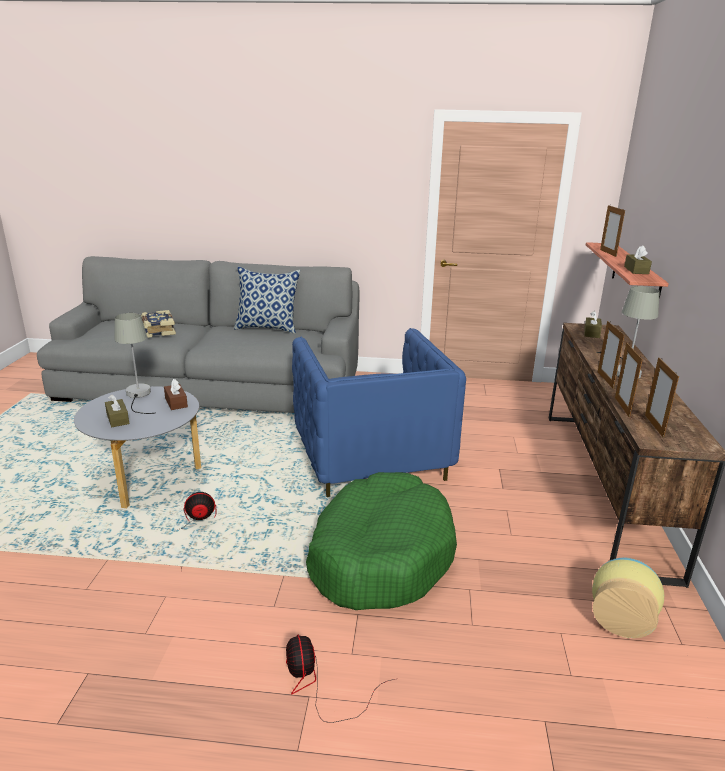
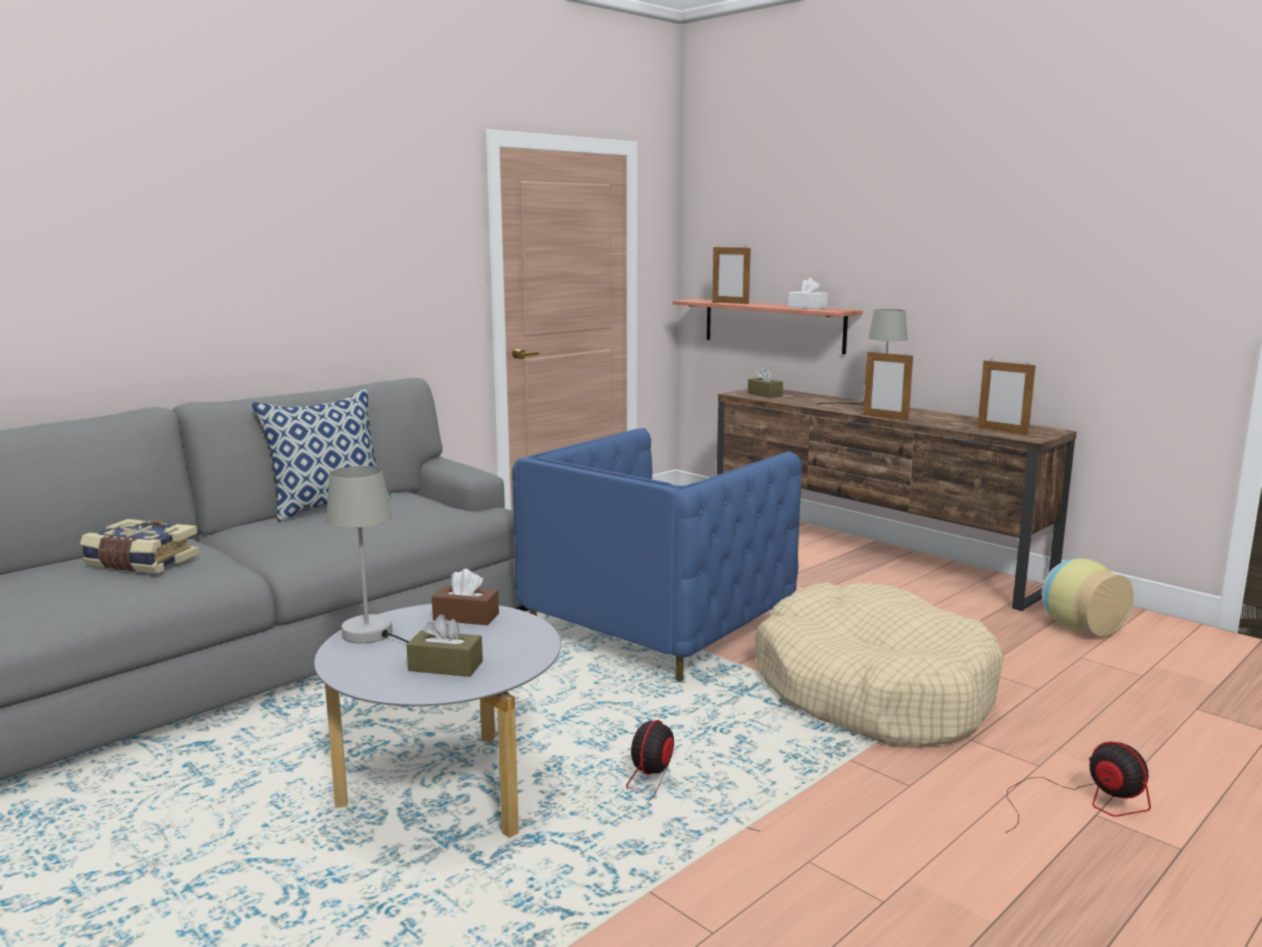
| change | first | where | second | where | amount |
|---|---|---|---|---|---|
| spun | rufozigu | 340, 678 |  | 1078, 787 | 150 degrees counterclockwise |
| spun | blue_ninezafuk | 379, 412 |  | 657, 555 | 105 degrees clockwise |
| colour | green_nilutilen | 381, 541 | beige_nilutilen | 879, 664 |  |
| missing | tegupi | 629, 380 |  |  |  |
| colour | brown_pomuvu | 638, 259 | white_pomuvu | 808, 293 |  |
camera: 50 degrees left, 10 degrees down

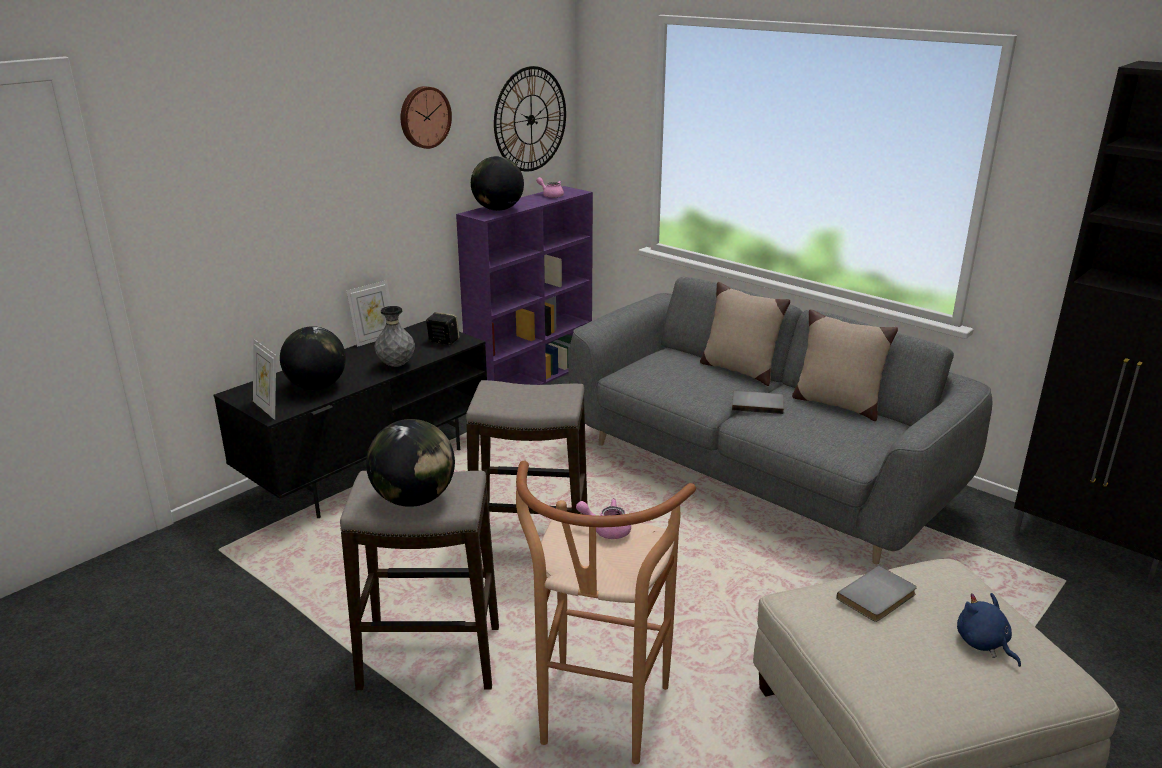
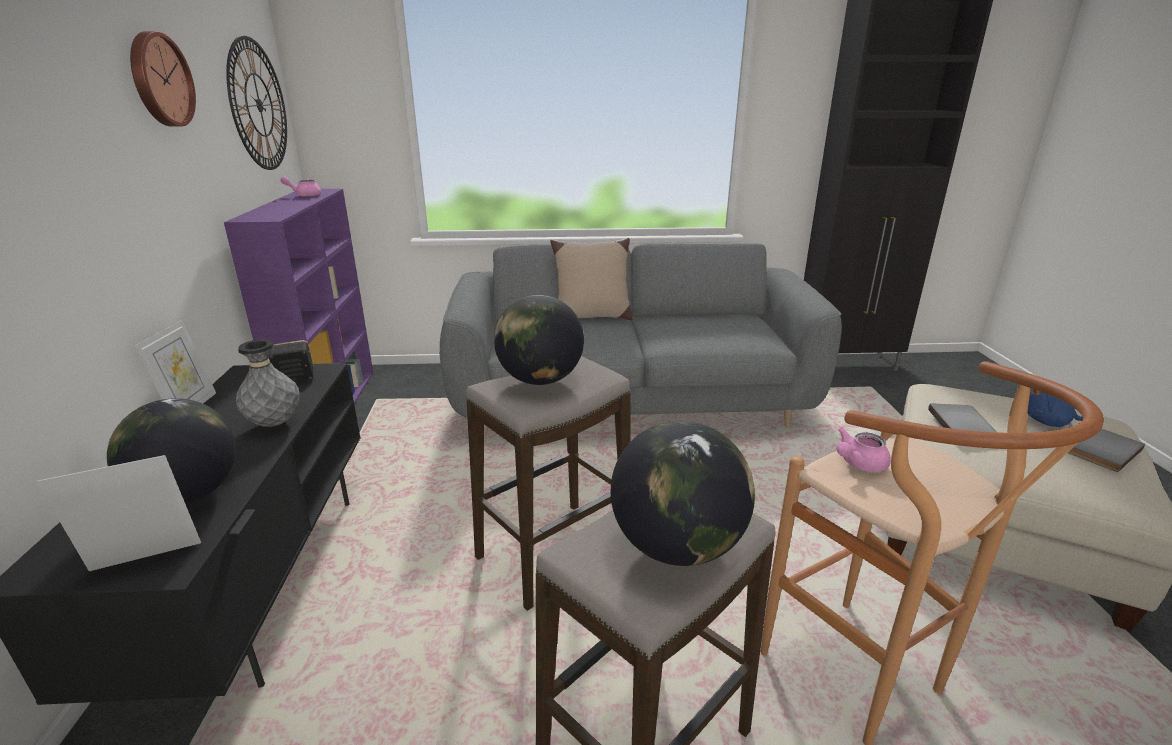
| change | first | where | second | where | amount |
|---|---|---|---|---|---|
| spun | tegupi | 264, 379 |  | 118, 513 | 150 degrees clockwise |
| relocated | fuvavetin | 497, 183 |  | 539, 340 |  |
| relocated | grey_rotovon | 758, 402 |  | 1106, 450 |  |
| missing | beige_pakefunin | 845, 365 |  |  |  |
camera: 45 degrees left, 0 degrees up

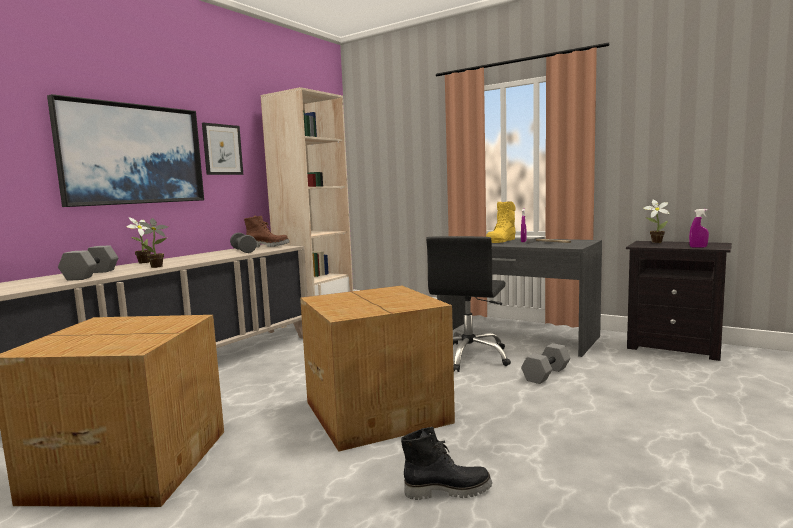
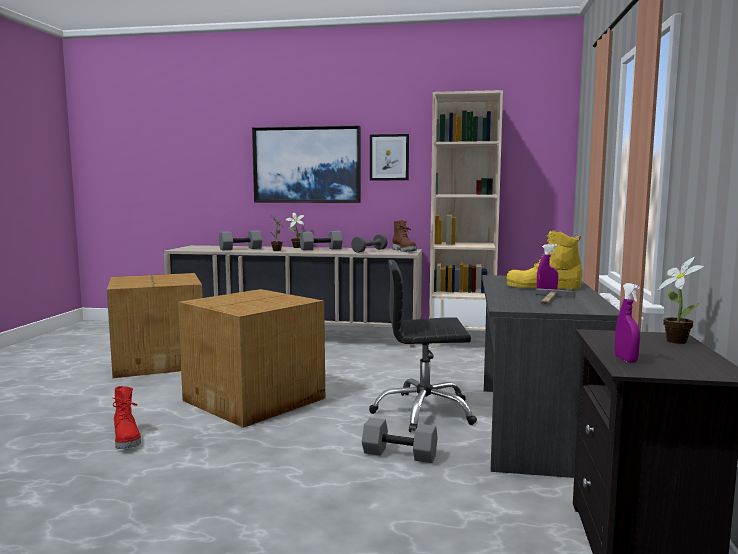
| change | first | where | second | where | amount |
|---|---|---|---|---|---|
| colour | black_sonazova | 446, 463 | red_sonazova | 127, 417 |  |
| appeared |  |  | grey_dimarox | 321, 240 |  |
camera: 65 degrees right, 0 degrees up

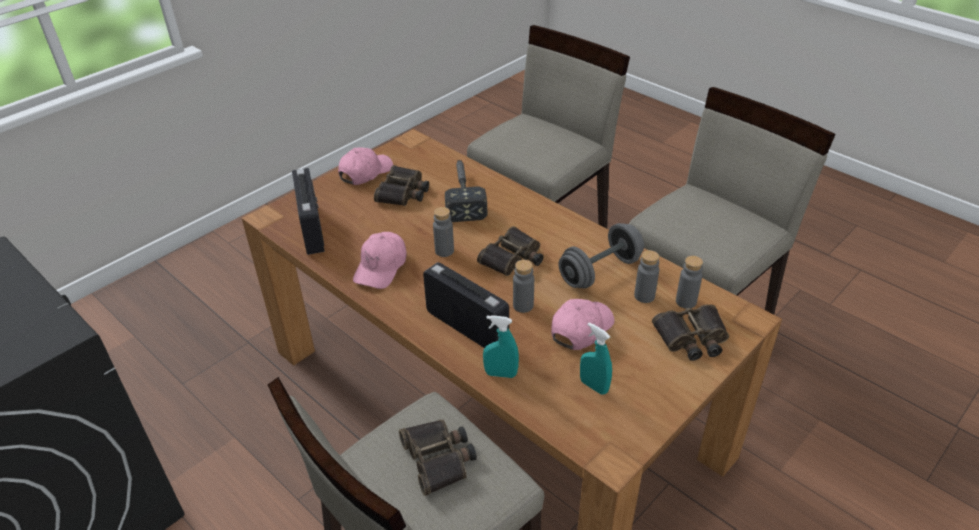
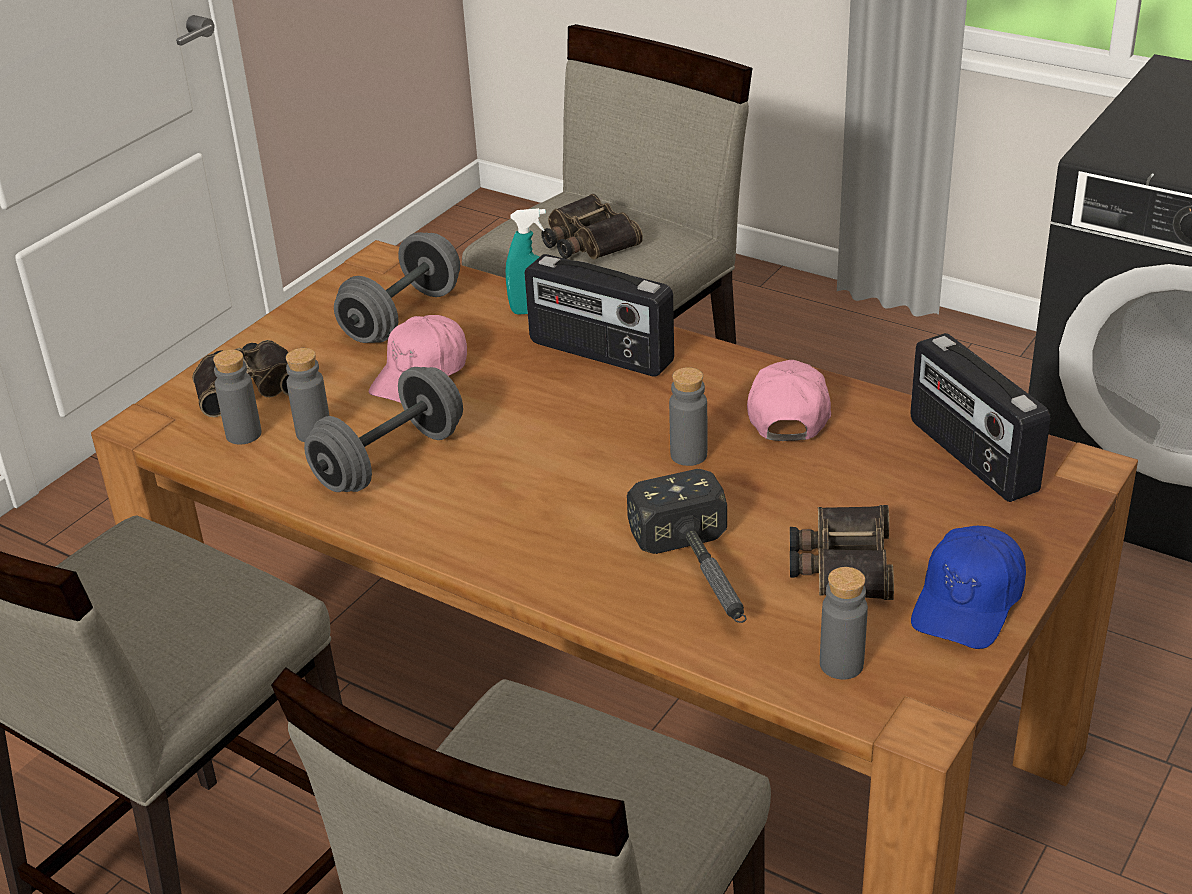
| change | first | where | second | where | amount |
|---|---|---|---|---|---|
| colour | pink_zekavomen | 365, 166 | blue_zekavomen | 968, 587 |  |
| missing | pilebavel | 510, 251 |  |  |  |
| relocated | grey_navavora | 523, 286 |  | 844, 623 |  |
| exchanged | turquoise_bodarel | 596, 358 | grey_dimarox | 397, 287 |  |
camera: 170 degrees right, 5 degrees down

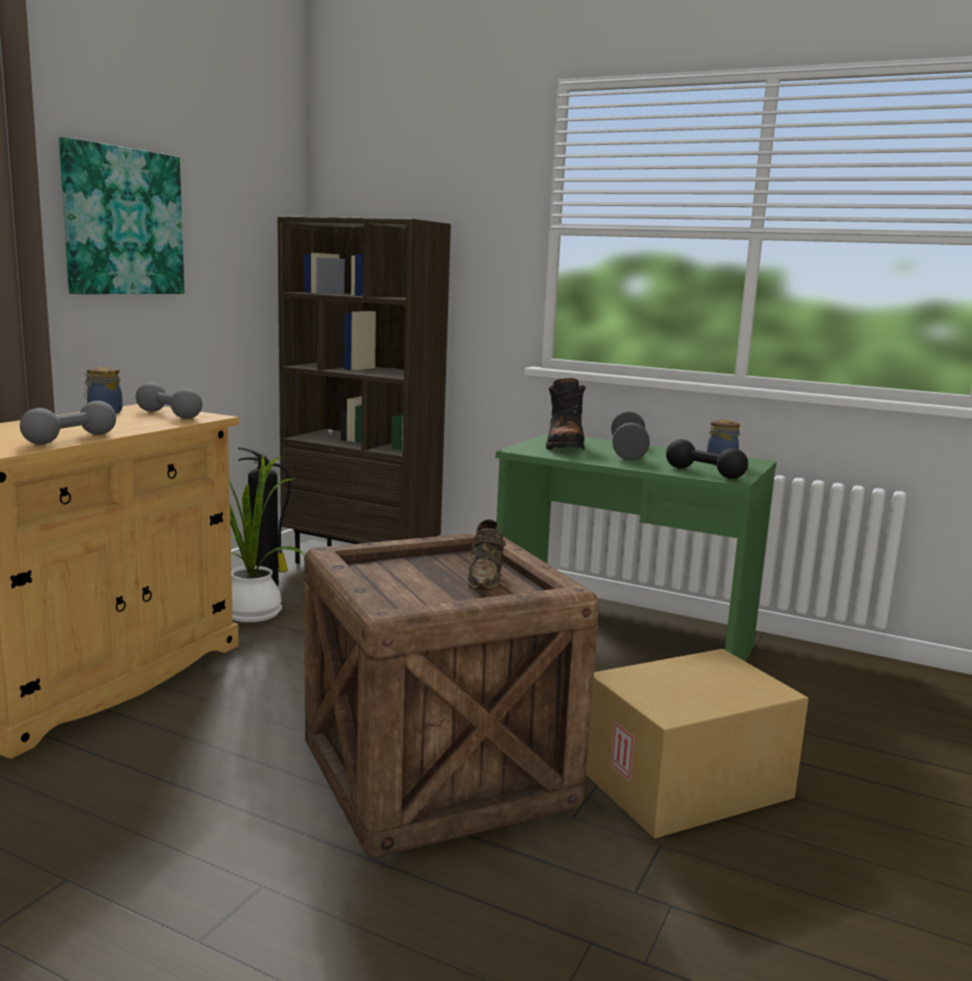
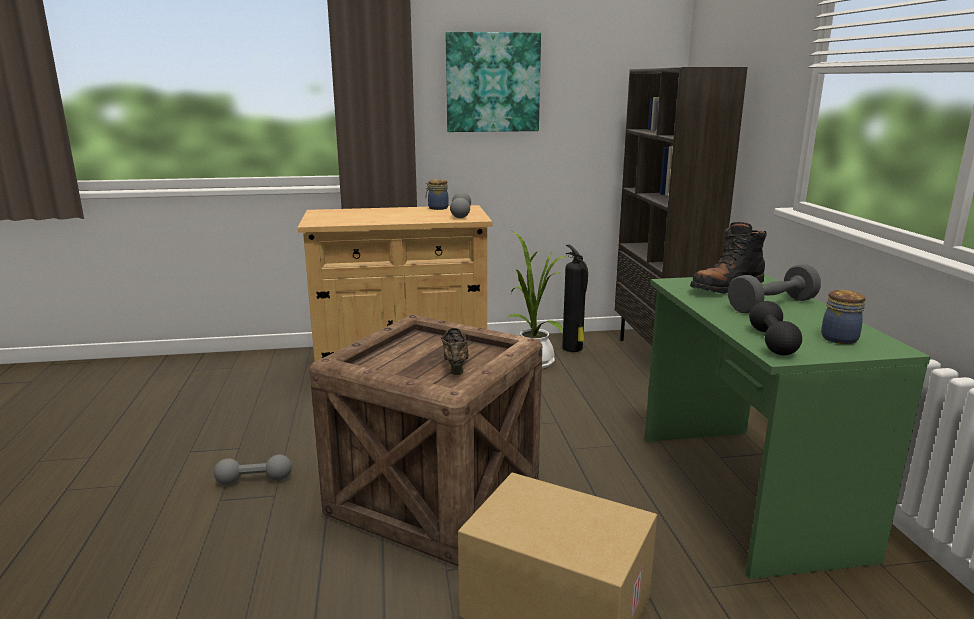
| change | first | where | second | where | amount |
|---|---|---|---|---|---|
| relocated | grey_dimarox | 68, 422 |  | 253, 470 |  |
| spun | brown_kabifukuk | 486, 554 |  | 455, 351 | 120 degrees clockwise |
camera: 55 degrees right, 5 degrees up

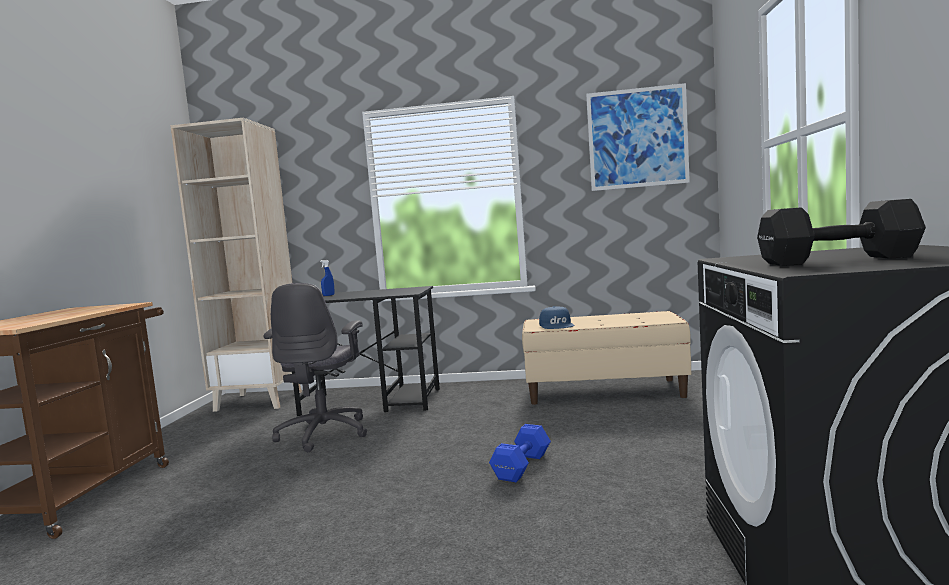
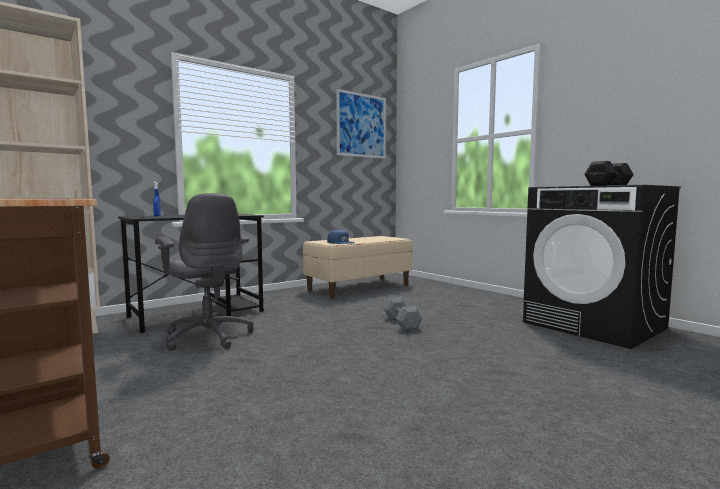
| change | first | where | second | where | amount |
|---|---|---|---|---|---|
| colour | blue_dimarox | 520, 453 | grey_dimarox | 402, 314 |  |
camera: 45 degrees left, 0 degrees up

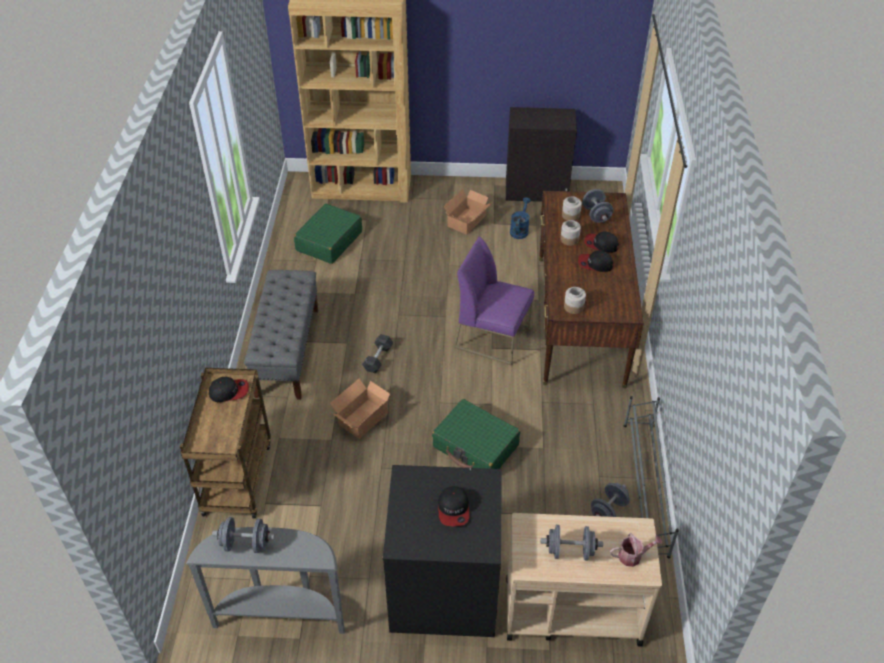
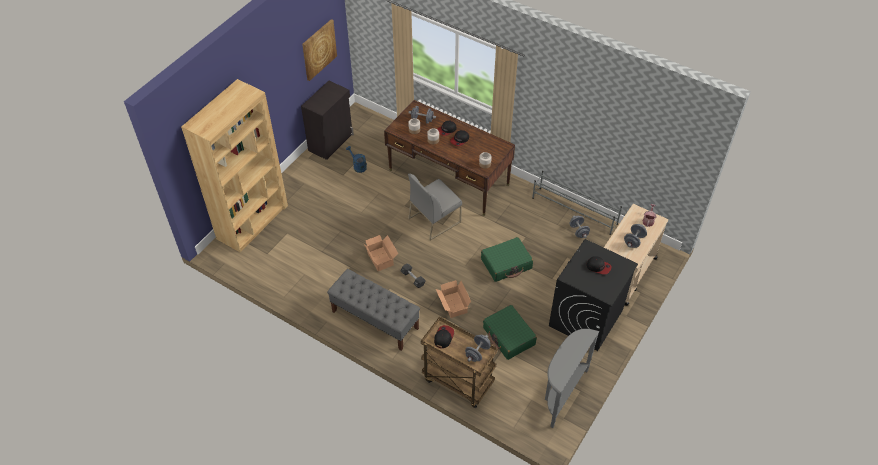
| change | first | where | second | where | amount |
|---|---|---|---|---|---|
| relocated | grey_dimarox | 243, 535 |  | 478, 348 |  |
| relocated | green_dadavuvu | 328, 234 |  | 510, 332 |  |
| relocated | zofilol | 467, 212 |  | 380, 253 |  |
| colour | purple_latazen | 494, 301 | grey_latazen | 435, 207 |  |
| appeared |  |  | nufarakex | 319, 50 |  |
camera: 60 degrees left, 5 degrees up

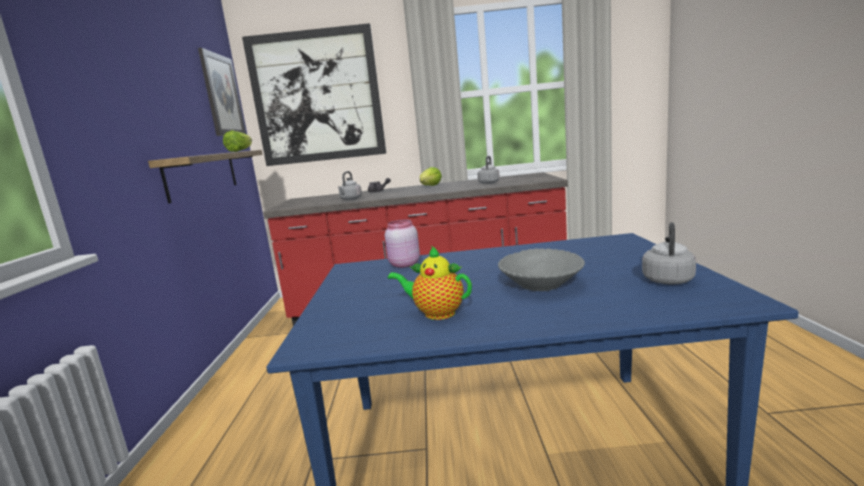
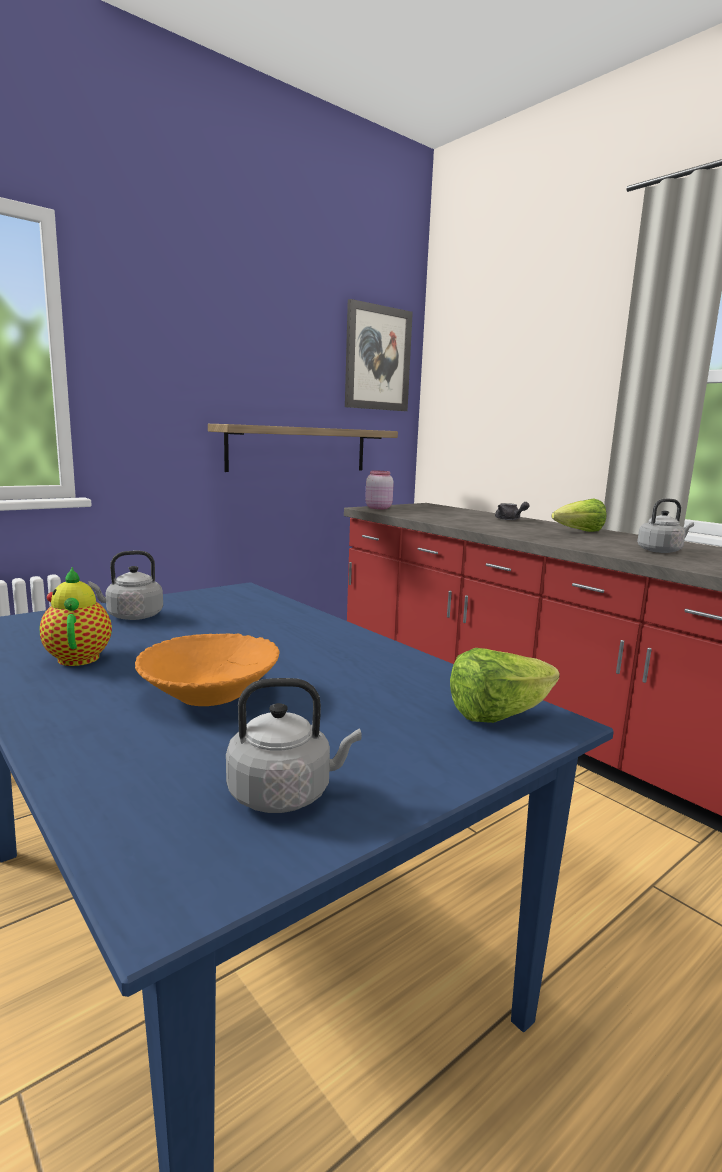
| change | first | where | second | where | amount |
|---|---|---|---|---|---|
| relocated | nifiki | 237, 141 |  | 505, 685 |  |
| missing | nufarakex | 314, 94 |  |  |  |
| relocated | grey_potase | 350, 185 |  | 125, 585 |  |
| relocated | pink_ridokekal | 402, 243 |  | 379, 490 |  |
| colour | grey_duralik | 541, 269 | orange_duralik | 207, 669 |  |
camera: 50 degrees right, 0 degrees up

